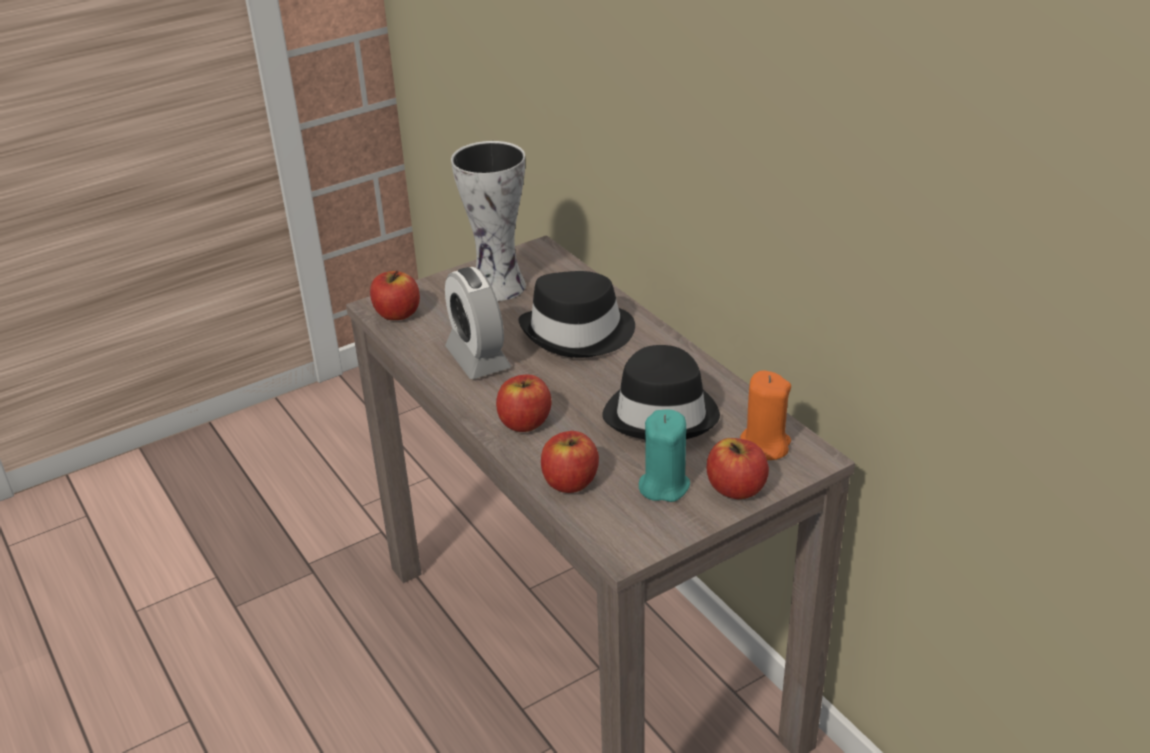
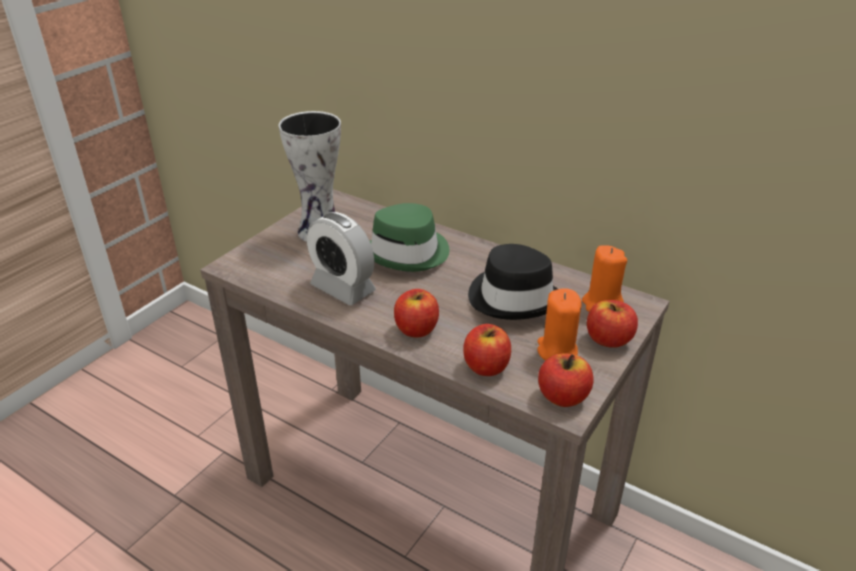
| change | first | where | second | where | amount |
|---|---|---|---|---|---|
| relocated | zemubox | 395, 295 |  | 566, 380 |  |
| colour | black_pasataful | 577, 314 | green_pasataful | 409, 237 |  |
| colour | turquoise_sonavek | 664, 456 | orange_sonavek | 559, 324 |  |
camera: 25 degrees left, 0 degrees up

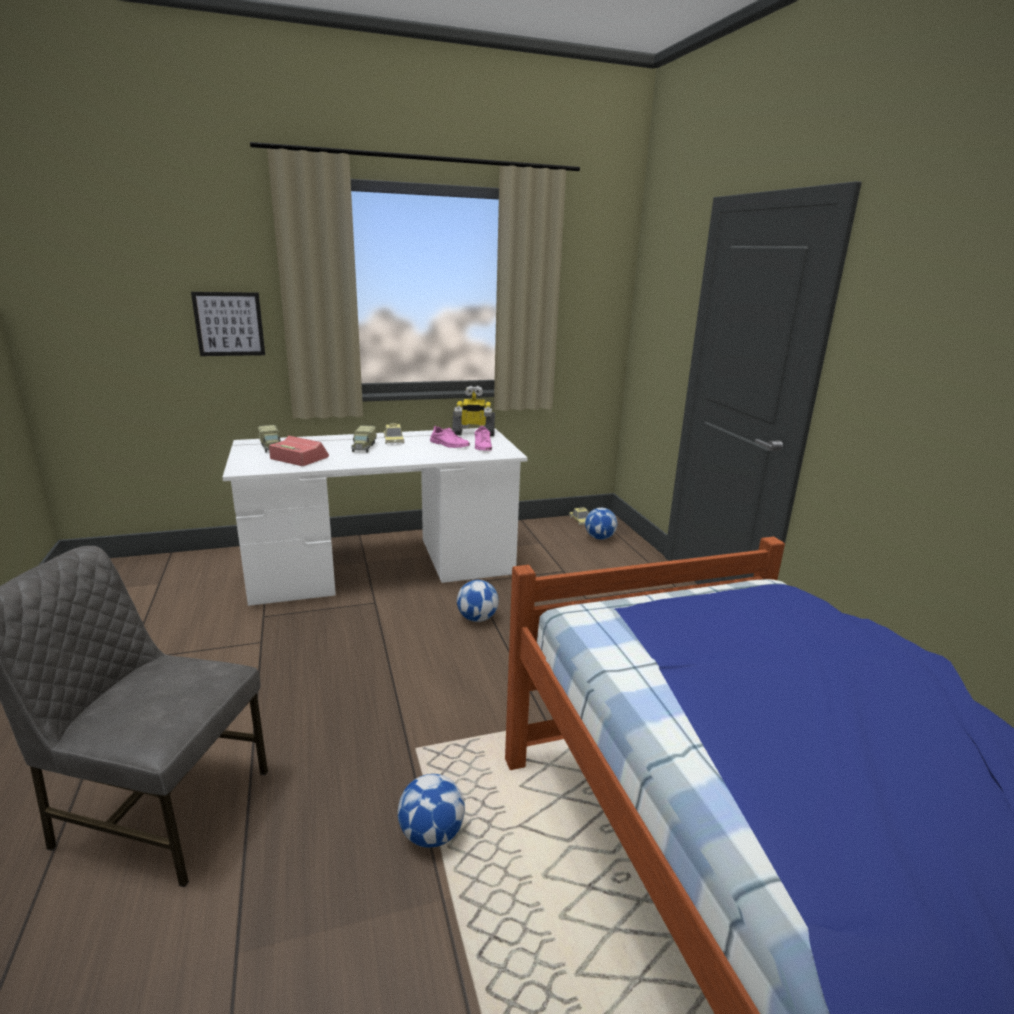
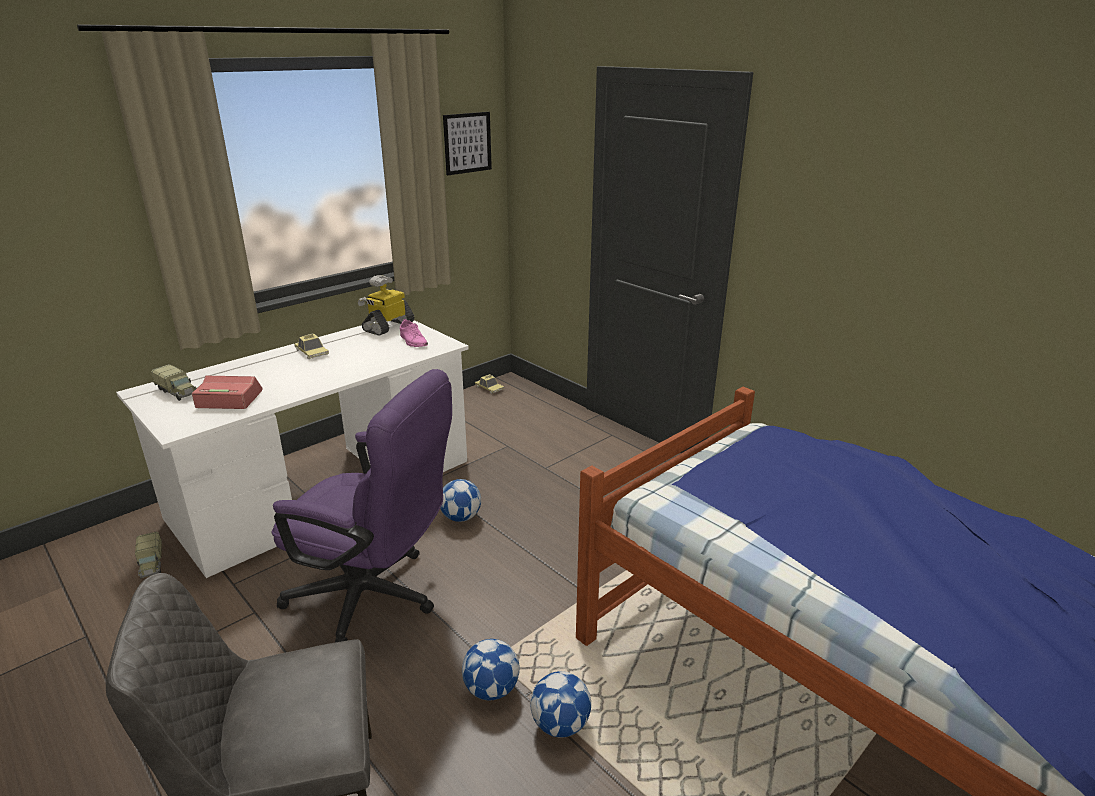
| change | first | where | second | where | amount |
|---|---|---|---|---|---|
| relocated | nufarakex | 228, 324 |  | 467, 143 |  |
| relocated | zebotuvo | 364, 439 |  | 148, 555 |  |
| missing | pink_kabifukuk | 450, 437 |  |  |  |
| spun | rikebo | 473, 411 |  | 386, 305 | 150 degrees clockwise |
| relocated | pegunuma | 601, 524 |  | 491, 669 |  |
| appeared |  |  | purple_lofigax | 361, 505 |  |
camera: 25 degrees left, 5 degrees up

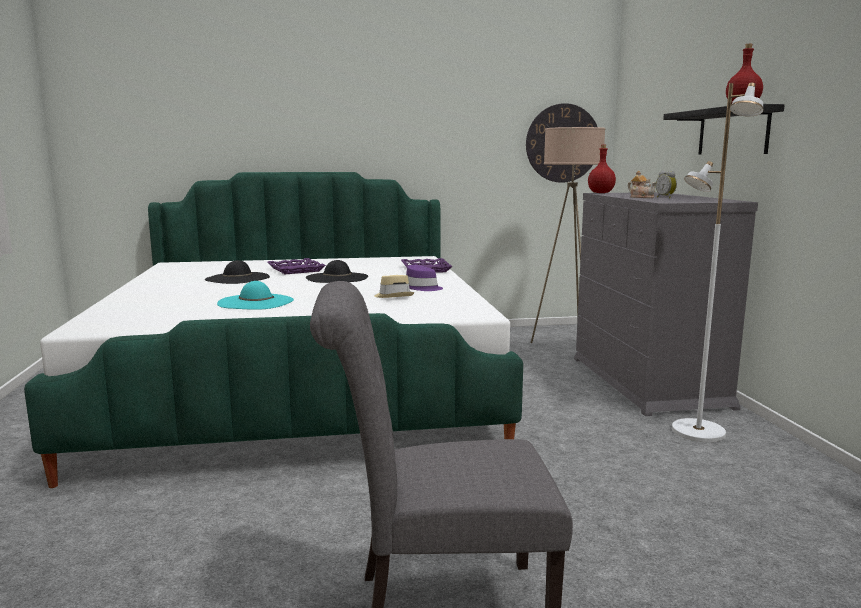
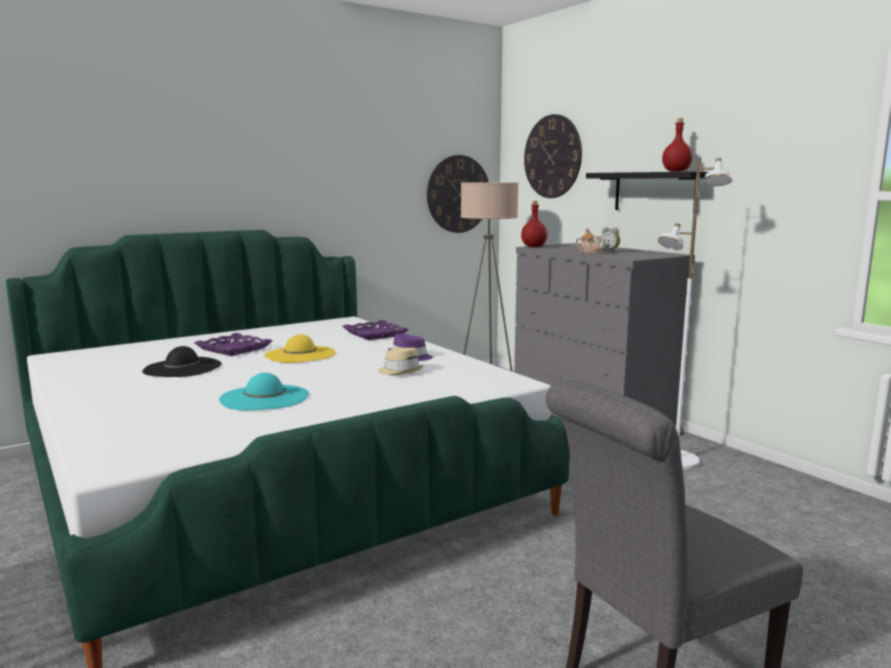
| change | first | where | second | where | amount |
|---|---|---|---|---|---|
| colour | black_pasataful | 337, 271 | yellow_pasataful | 299, 349 |  |
| appeared |  |  | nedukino | 553, 156 |  |
camera: 25 degrees left, 0 degrees up

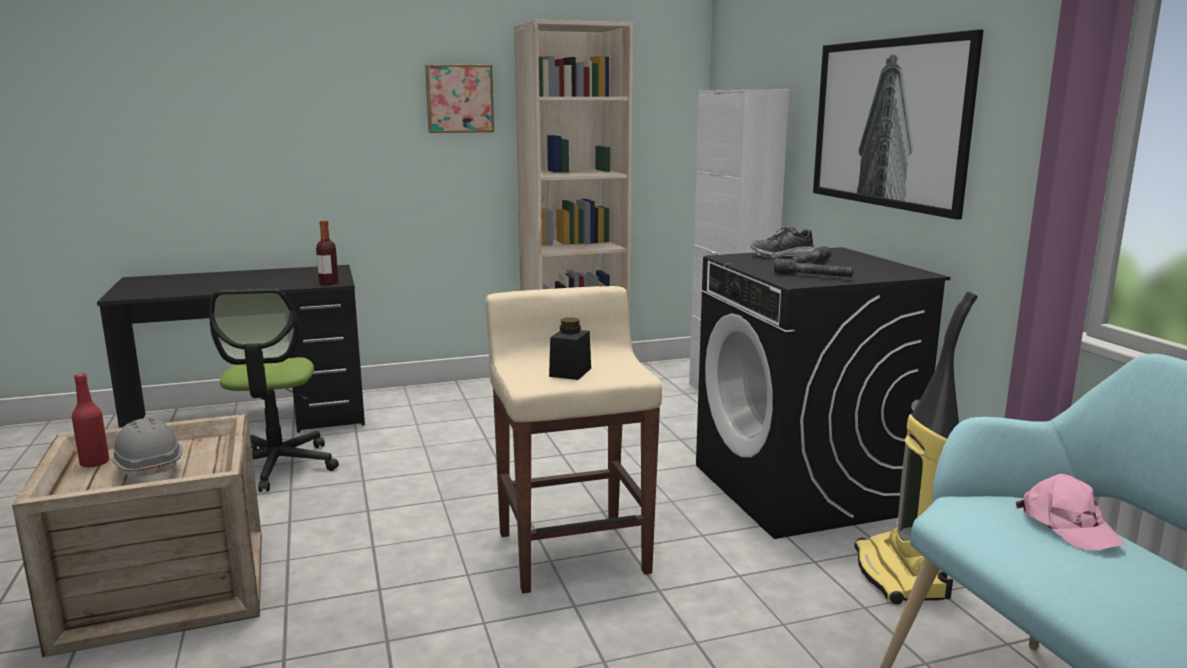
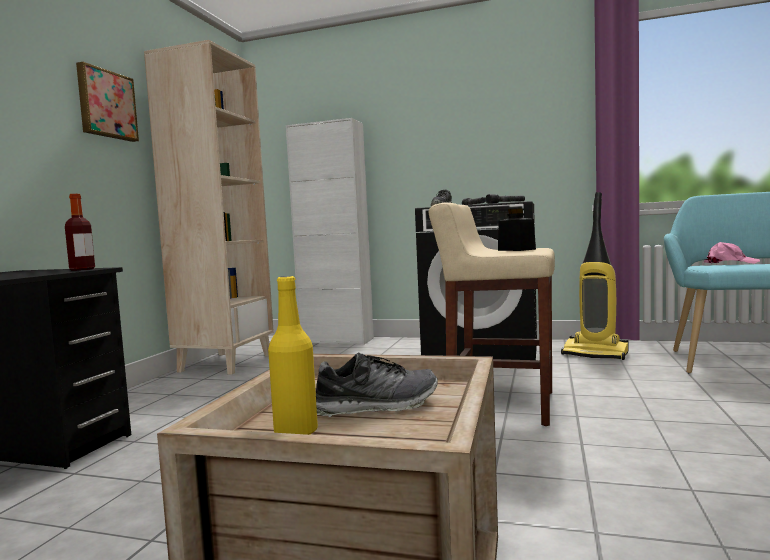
| change | first | where | second | where | amount |
|---|---|---|---|---|---|
| colour | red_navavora | 90, 420 | yellow_navavora | 293, 355 |  |
| exchanged | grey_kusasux | 146, 450 | kabifukuk | 377, 385 |  |
| missing | lofigax | 274, 390 |  |  |  |
| missing | nufarakex | 898, 124 |  |  |  |
camera: 55 degrees left, 10 degrees down

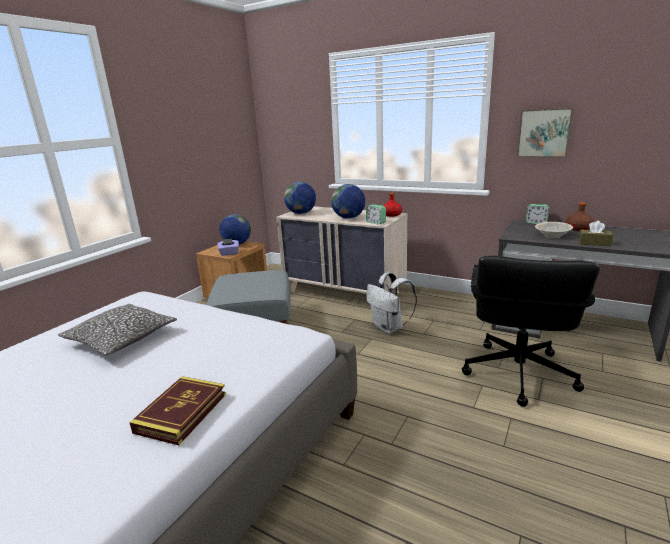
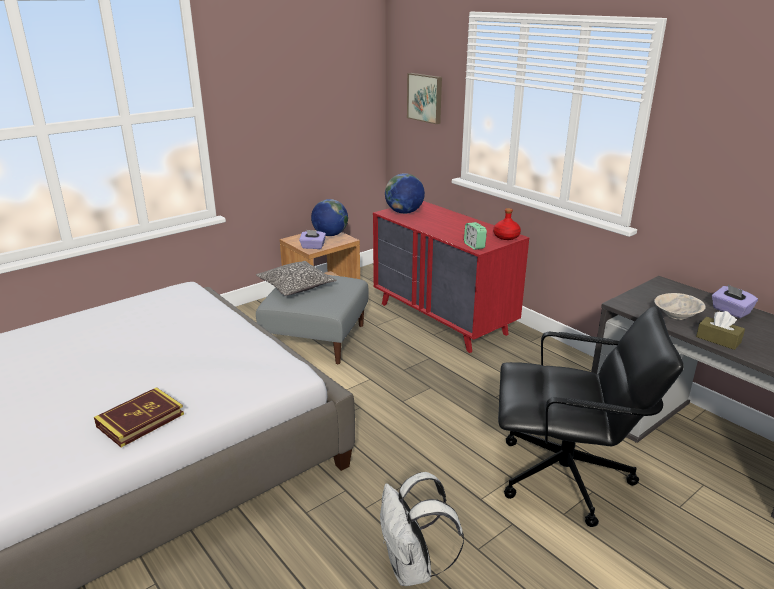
| change | first | where | second | where | amount |
|---|---|---|---|---|---|
| relocated | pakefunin | 117, 329 |  | 296, 278 |  |
| colour | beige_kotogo | 341, 250 | red_kotogo | 451, 277 |  |
| missing | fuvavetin | 348, 201 |  |  |  |
| relocated | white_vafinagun | 391, 303 |  | 422, 529 |  |
| spun | black_lofigax | 531, 331 |  | 591, 416 | 120 degrees counterclockwise |
| relocated | nufarakex | 545, 132 |  | 424, 98 |  |
| missing | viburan | 537, 214 |  |  |  |
| exchanged | brown_navavora | 580, 216 | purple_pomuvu | 735, 301 |  |
camera: 20 degrees right, 5 degrees up

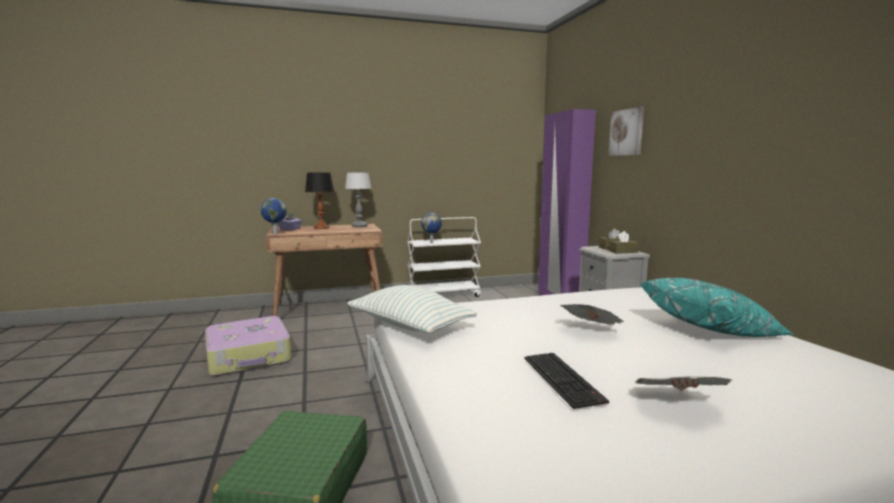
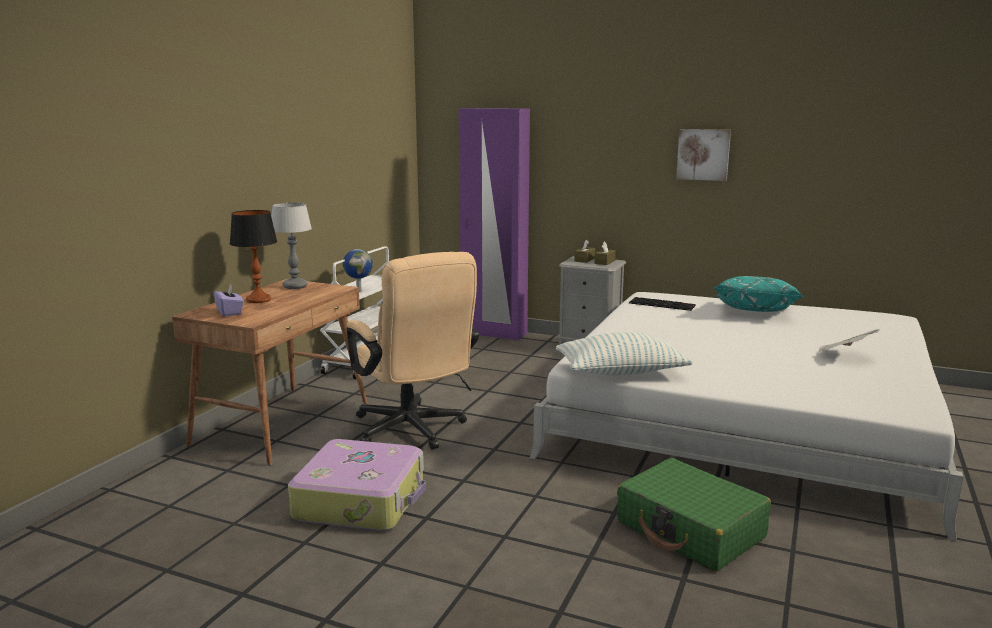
| change | first | where | second | where | amount |
|---|---|---|---|---|---|
| missing | fuvavetin | 273, 216 |  |  |  |
| relocated | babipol | 566, 381 |  | 662, 304 |  |
| missing | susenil | 592, 314 |  |  |  |
| relocated | nufarakex | 626, 131 |  | 703, 155 |  |
| appeared |  |  | beige_lofigax | 412, 351 |  |
camera: 50 degrees left, 5 degrees up

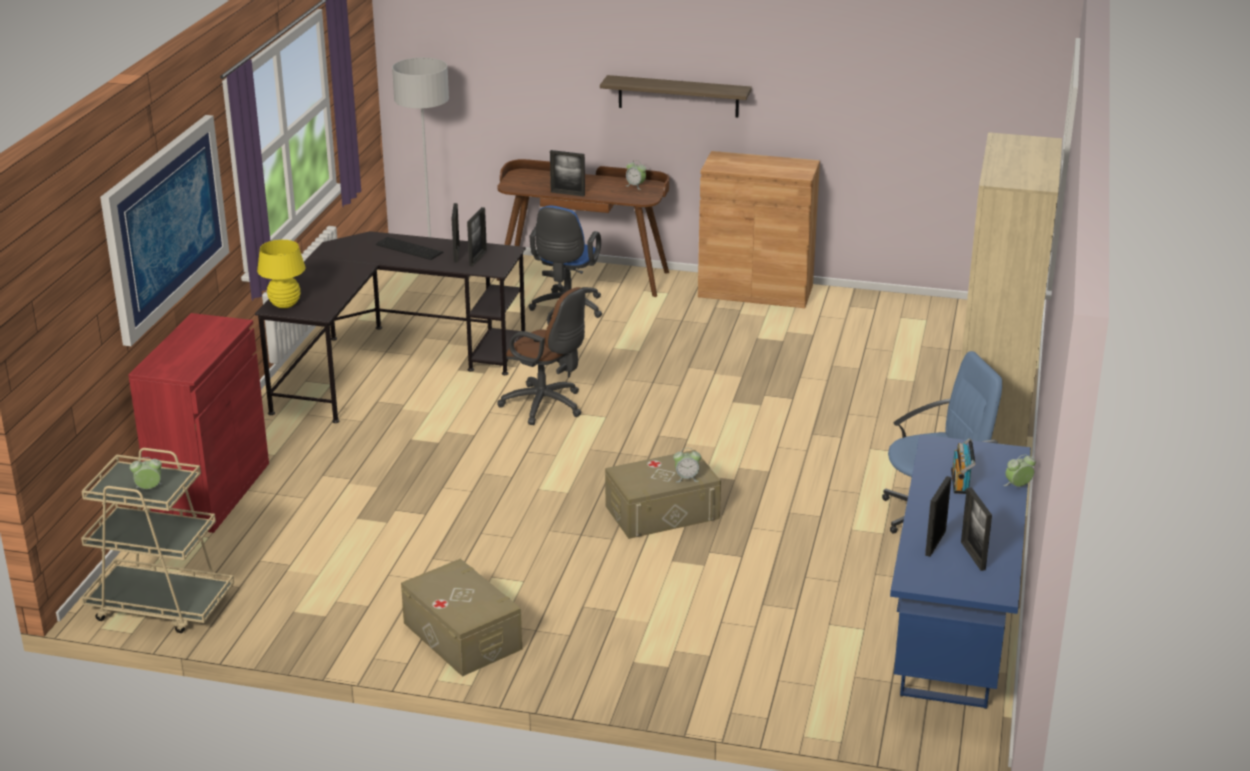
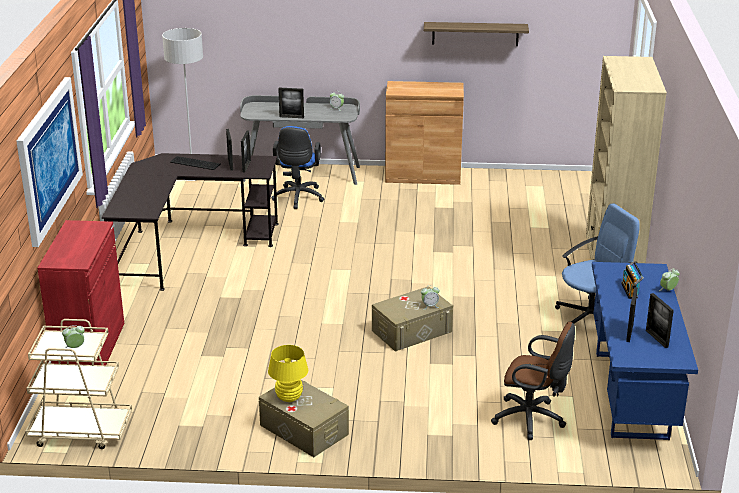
| change | first | where | second | where | amount |
|---|---|---|---|---|---|
| relocated | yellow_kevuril | 281, 274 |  | 288, 373 |  |
| colour | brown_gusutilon | 583, 228 | grey_gusutilon | 300, 140 |  |
| relocated | brown_lofigax | 541, 356 |  | 533, 381 |  |
| relocated | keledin | 676, 96 |  | 476, 34 |  |
camera: 10 degrees left, 0 degrees up

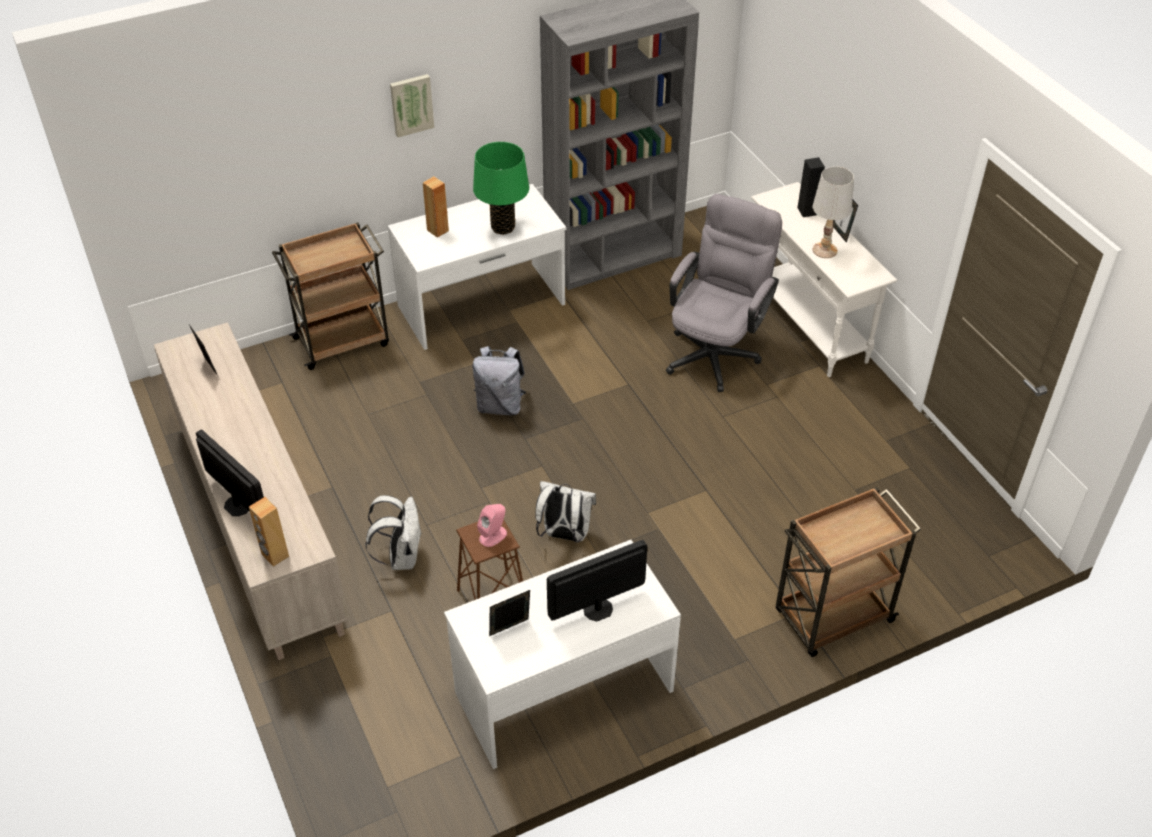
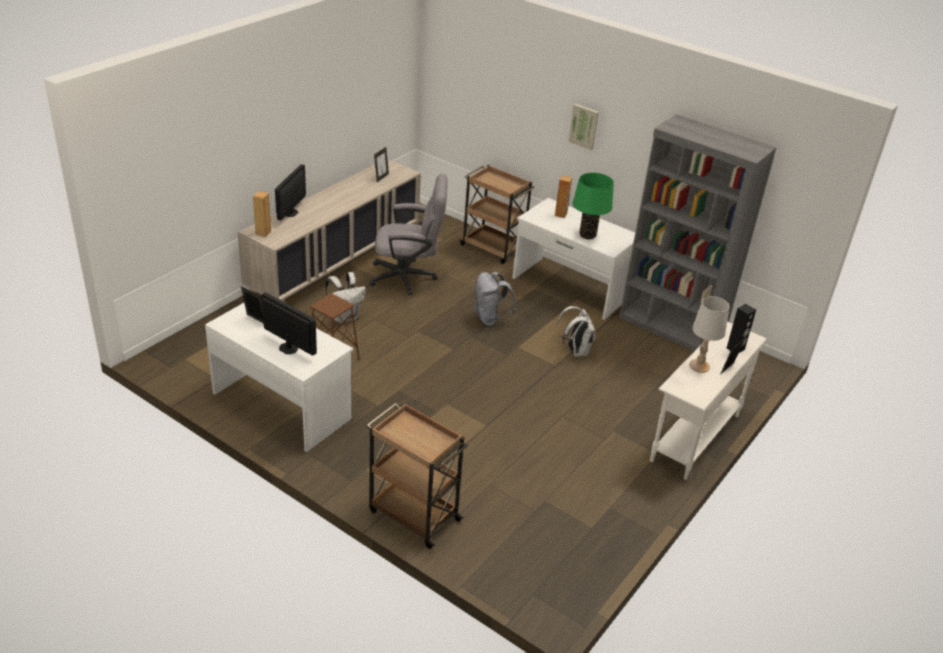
| change | first | where | second | where | amount |
|---|---|---|---|---|---|
| missing | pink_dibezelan | 492, 525 |  |  |  |
| relocated | white_vafinagun | 565, 512 |  | 576, 331 |  |
| relocated | grey_lofigax | 724, 293 |  | 408, 234 |  |
camera: 60 degrees right, 10 degrees down

